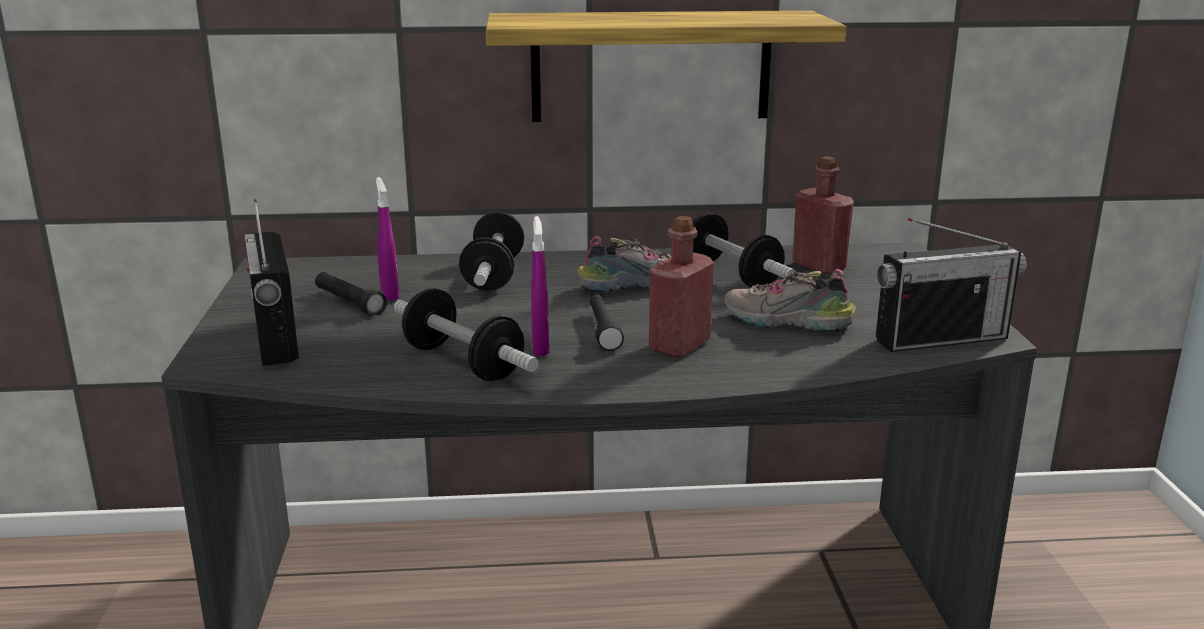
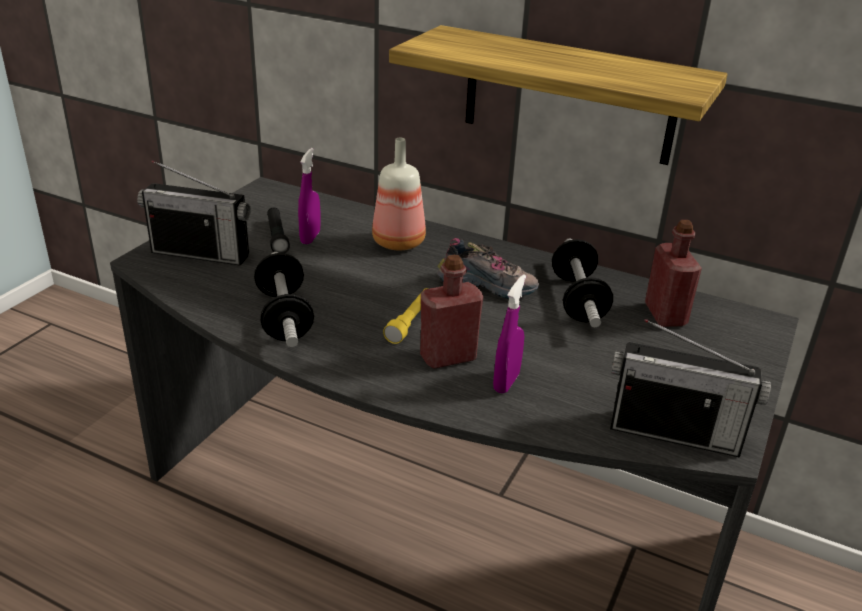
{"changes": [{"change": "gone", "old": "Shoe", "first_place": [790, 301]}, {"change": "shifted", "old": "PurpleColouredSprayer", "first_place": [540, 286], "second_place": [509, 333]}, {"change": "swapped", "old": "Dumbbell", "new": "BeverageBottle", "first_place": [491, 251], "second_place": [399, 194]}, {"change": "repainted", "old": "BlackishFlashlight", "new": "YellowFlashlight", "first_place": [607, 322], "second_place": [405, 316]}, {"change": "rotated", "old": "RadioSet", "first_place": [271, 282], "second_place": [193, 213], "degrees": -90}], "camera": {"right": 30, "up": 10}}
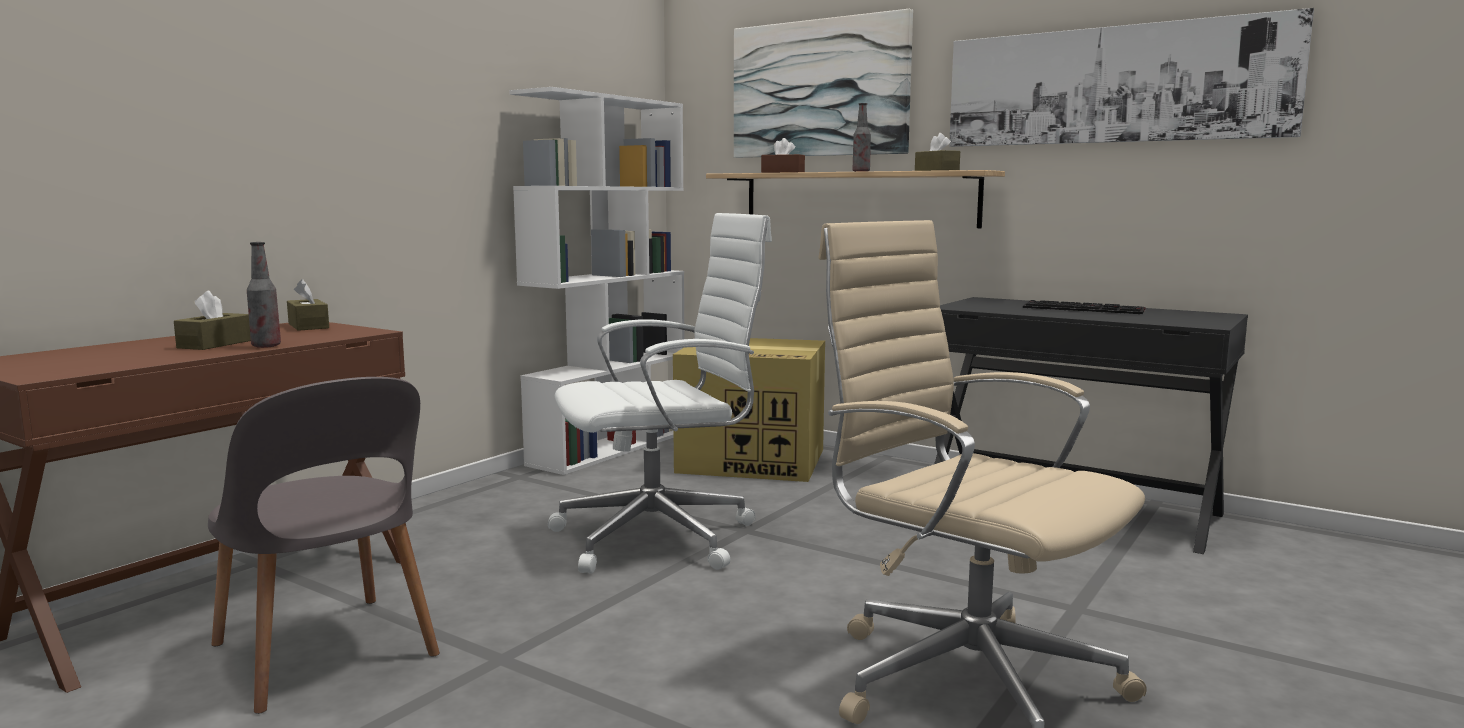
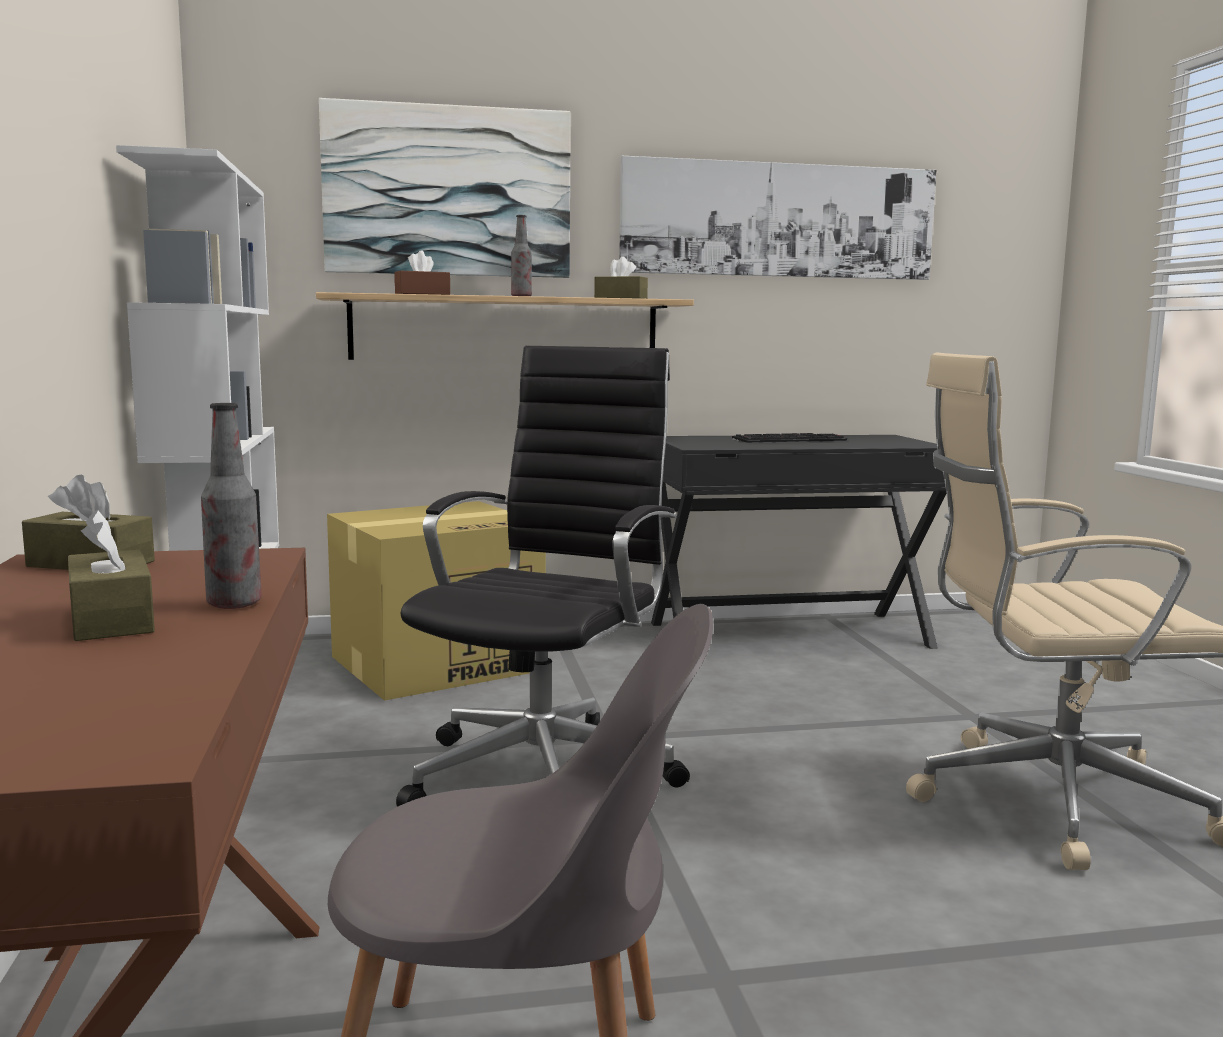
{"changes": [{"change": "repainted", "old": "WhiteComputerChair", "new": "BlackishComputerChair", "first_place": [660, 393], "second_place": [543, 576]}], "camera": {"right": -45, "up": 0}}
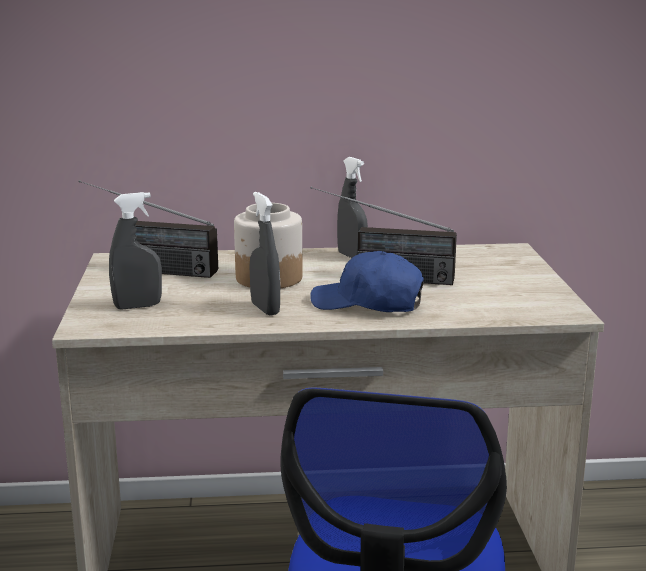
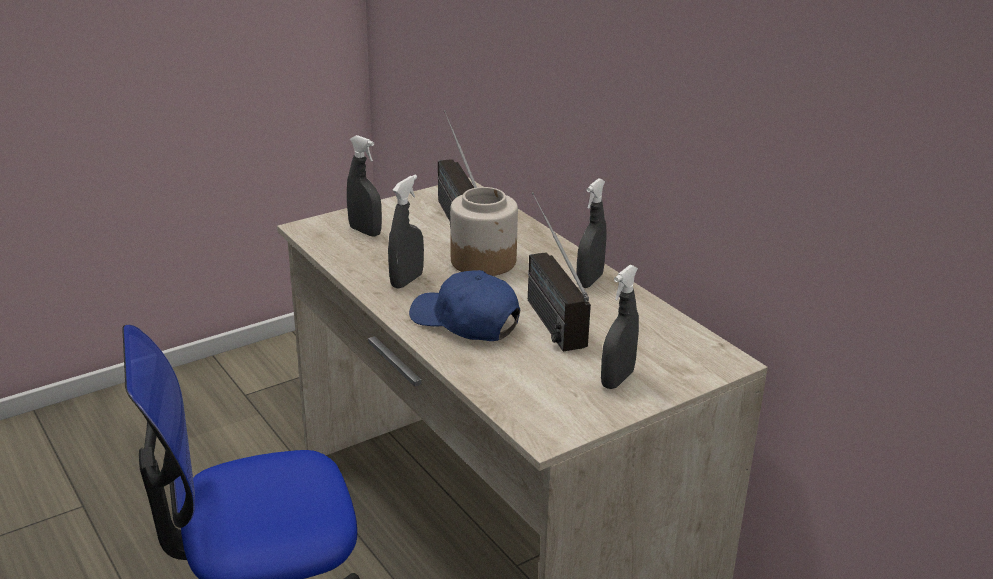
{"changes": [{"change": "new", "new": "GraySprayer", "second_place": [620, 327]}, {"change": "rotated", "old": "BlueColouredCap", "first_place": [367, 281], "second_place": [464, 305], "degrees": -45}], "camera": {"right": 60, "up": 10}}
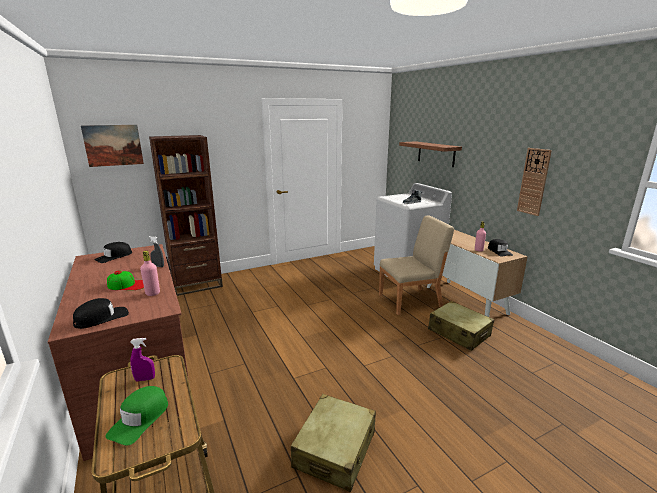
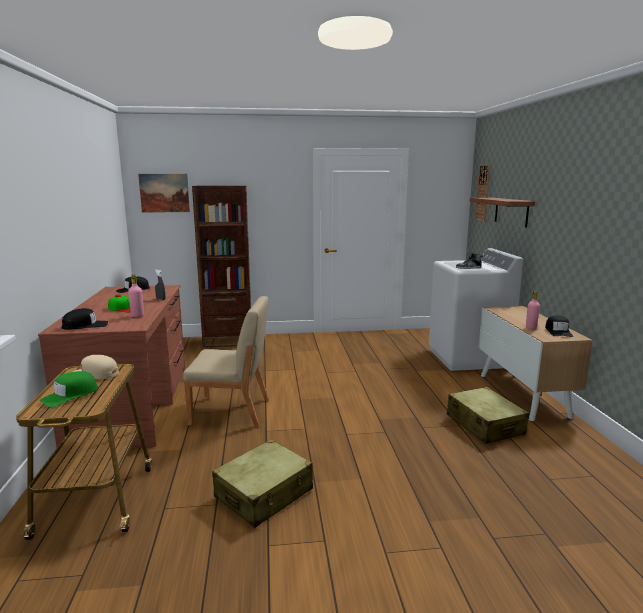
{"changes": [{"change": "shifted", "old": "BeigeUprightChair", "first_place": [416, 265], "second_place": [226, 361]}, {"change": "shifted", "old": "HangingClock", "first_place": [534, 182], "second_place": [482, 193]}, {"change": "swapped", "old": "PurpleColouredSprayer", "new": "BeigeCap", "first_place": [142, 359], "second_place": [96, 367]}], "camera": {"right": 20, "up": -5}}
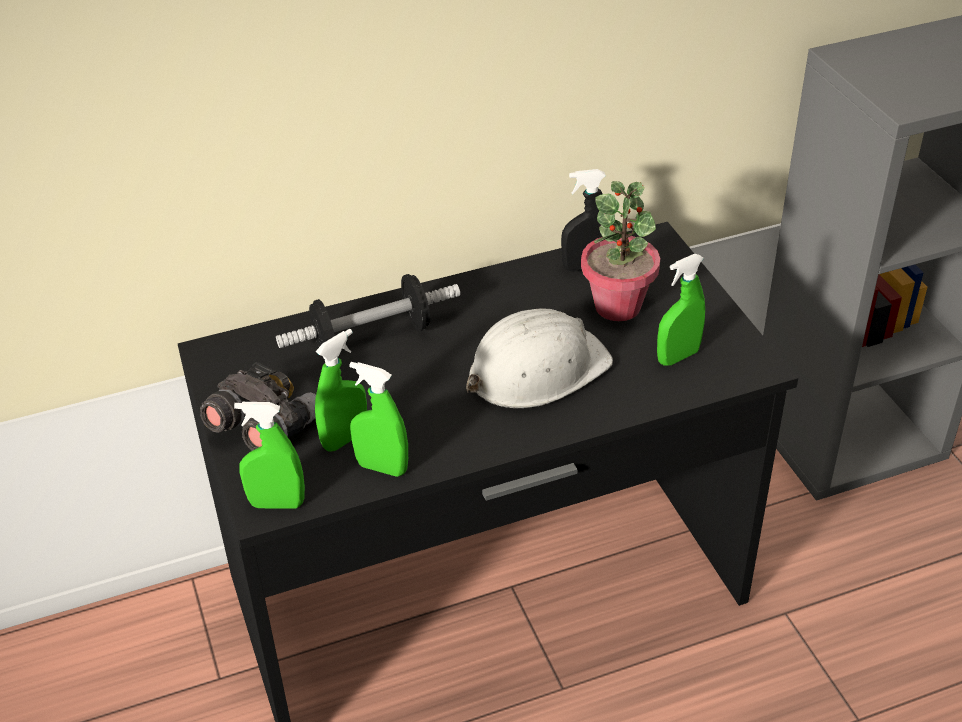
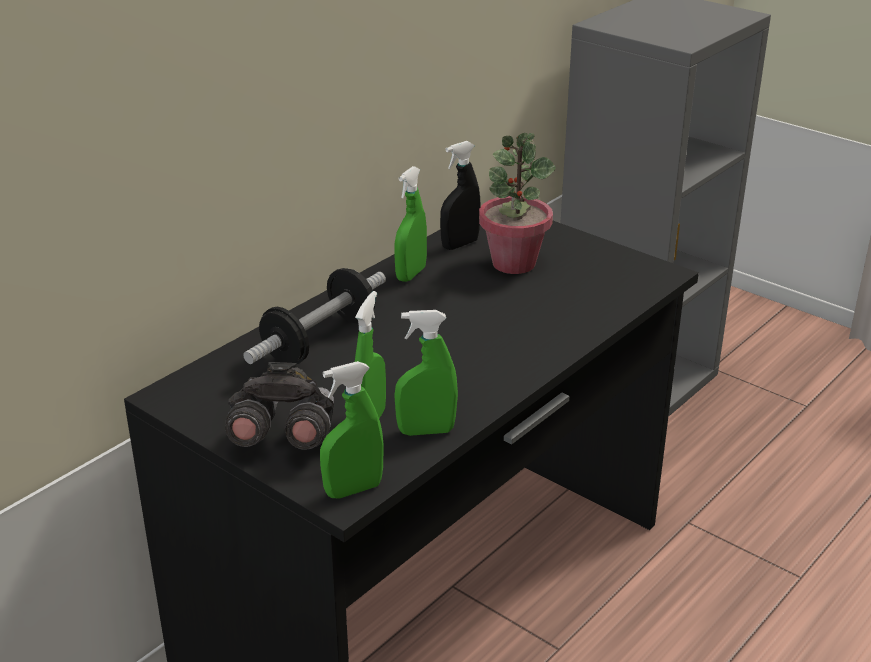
{"changes": [{"change": "gone", "old": "WhiteSafetyHelmet", "first_place": [539, 358]}, {"change": "shifted", "old": "GreenSprayer", "first_place": [681, 310], "second_place": [410, 224]}], "camera": {"right": -30, "up": -10}}
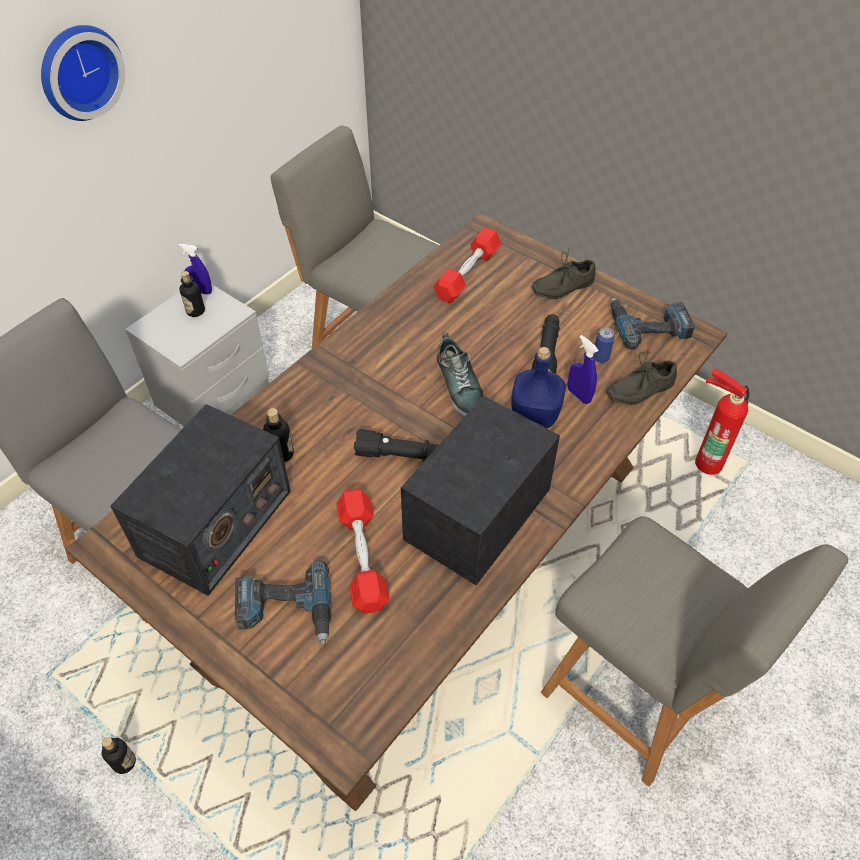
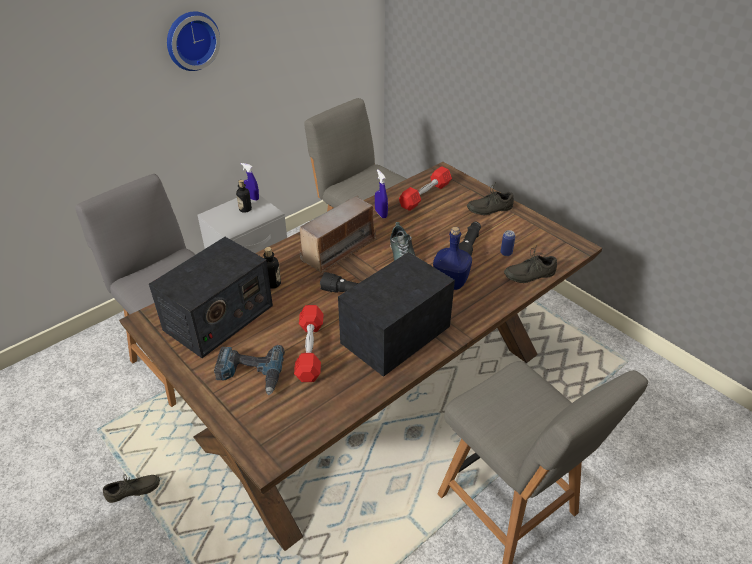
{"changes": [{"change": "gone", "old": "ElectricDrill", "first_place": [652, 324]}, {"change": "gone", "old": "FireFightingCylinder", "first_place": [722, 421]}, {"change": "new", "new": "RadioSet", "second_place": [337, 235]}, {"change": "shifted", "old": "BlueColouredSprayer", "first_place": [583, 369], "second_place": [381, 193]}, {"change": "swapped", "old": "BeverageBottle", "new": "GrayShoe", "first_place": [119, 755], "second_place": [131, 488]}], "camera": {"right": 10, "up": -10}}
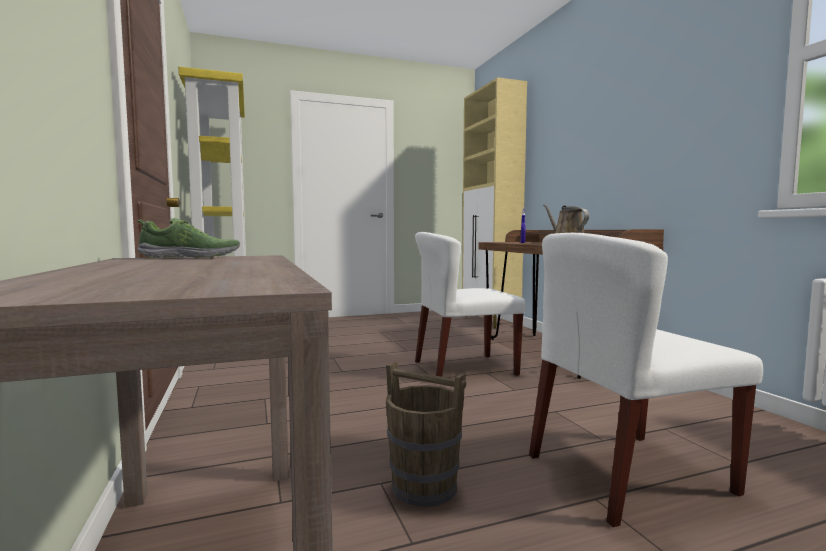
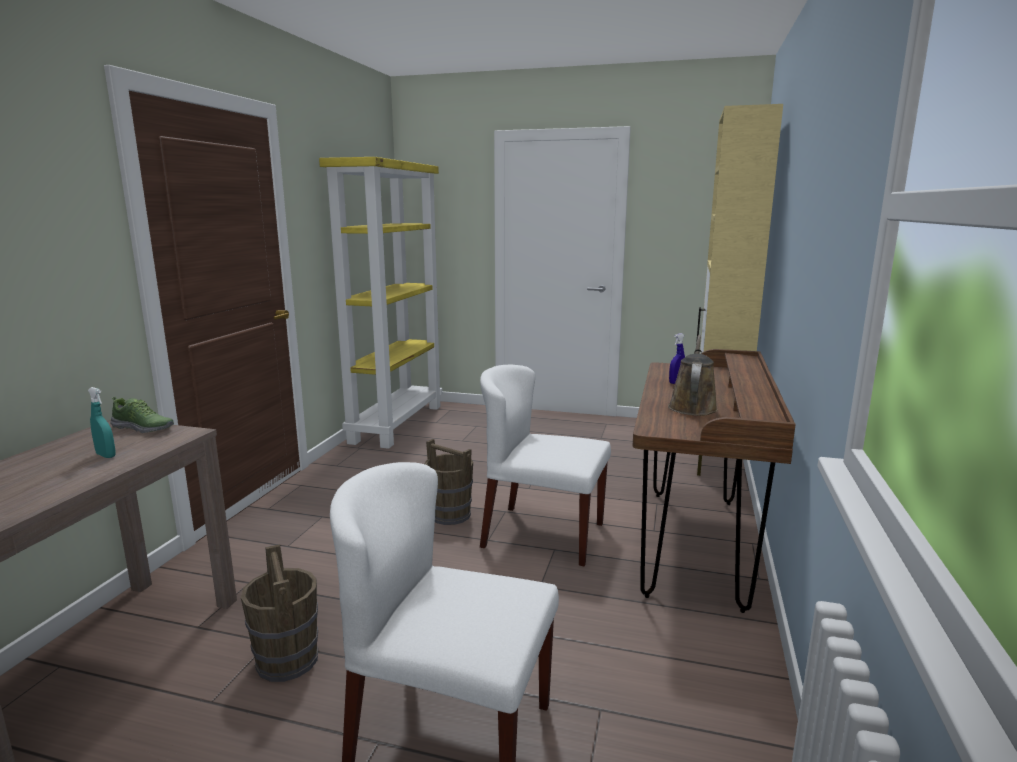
{"changes": [{"change": "new", "new": "TurquoiseSprayer", "second_place": [102, 422]}, {"change": "new", "new": "BrownWaterBucket", "second_place": [448, 482]}], "camera": {"right": 35, "up": 10}}
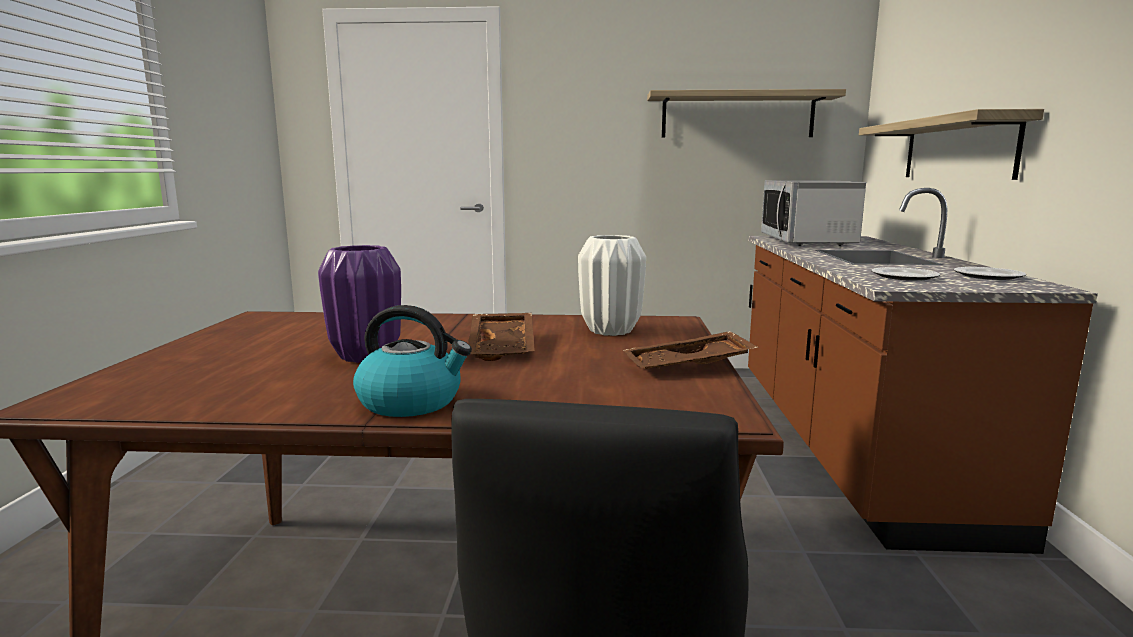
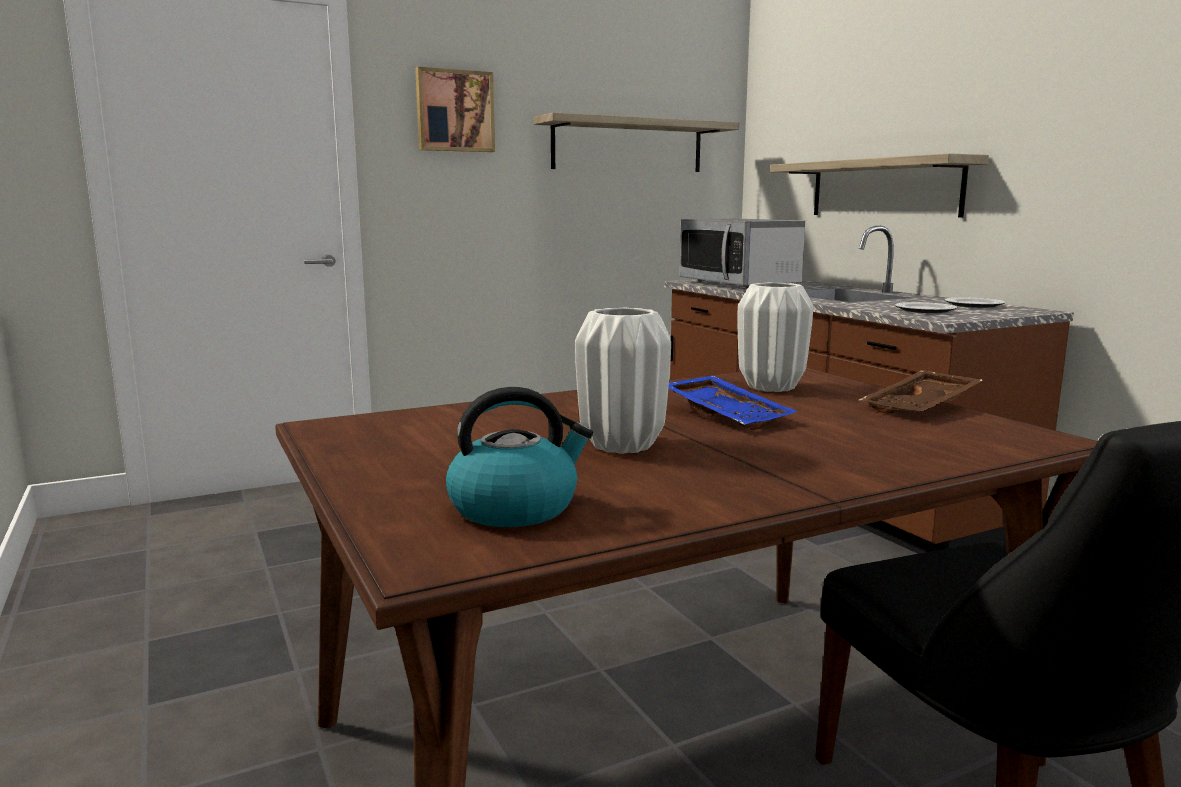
{"changes": [{"change": "new", "new": "Picture", "second_place": [455, 109]}, {"change": "shifted", "old": "Kettle", "first_place": [412, 361], "second_place": [519, 457]}, {"change": "repainted", "old": "PurpleColouredVase", "new": "WhiteVase", "first_place": [359, 304], "second_place": [623, 381]}, {"change": "repainted", "old": "BrownTray", "new": "BlueColouredTray", "first_place": [501, 337], "second_place": [733, 403]}], "camera": {"right": -30, "up": 0}}
